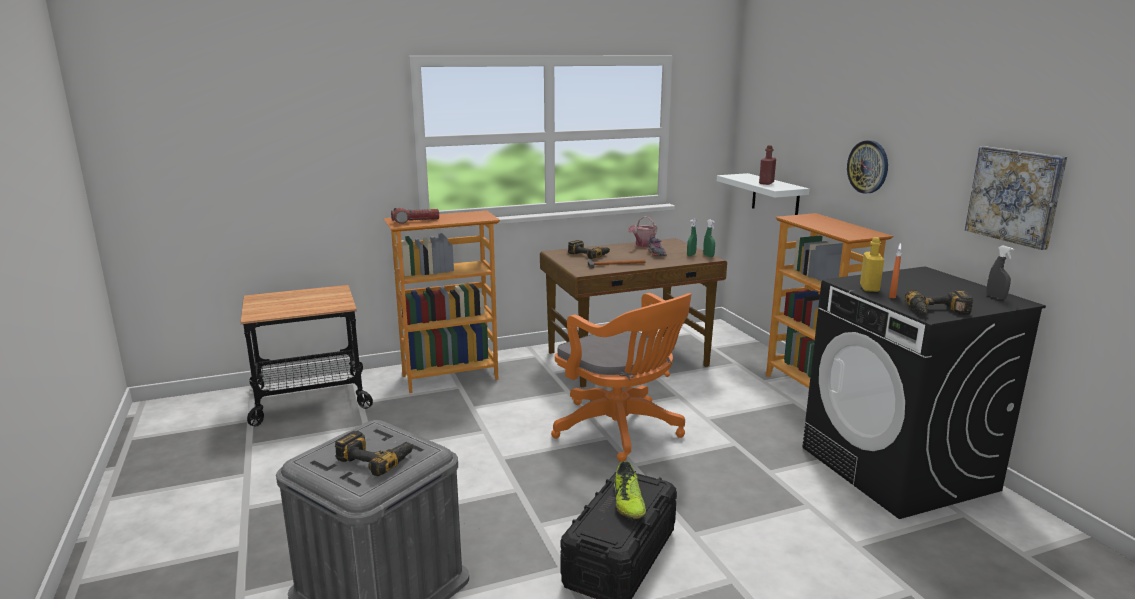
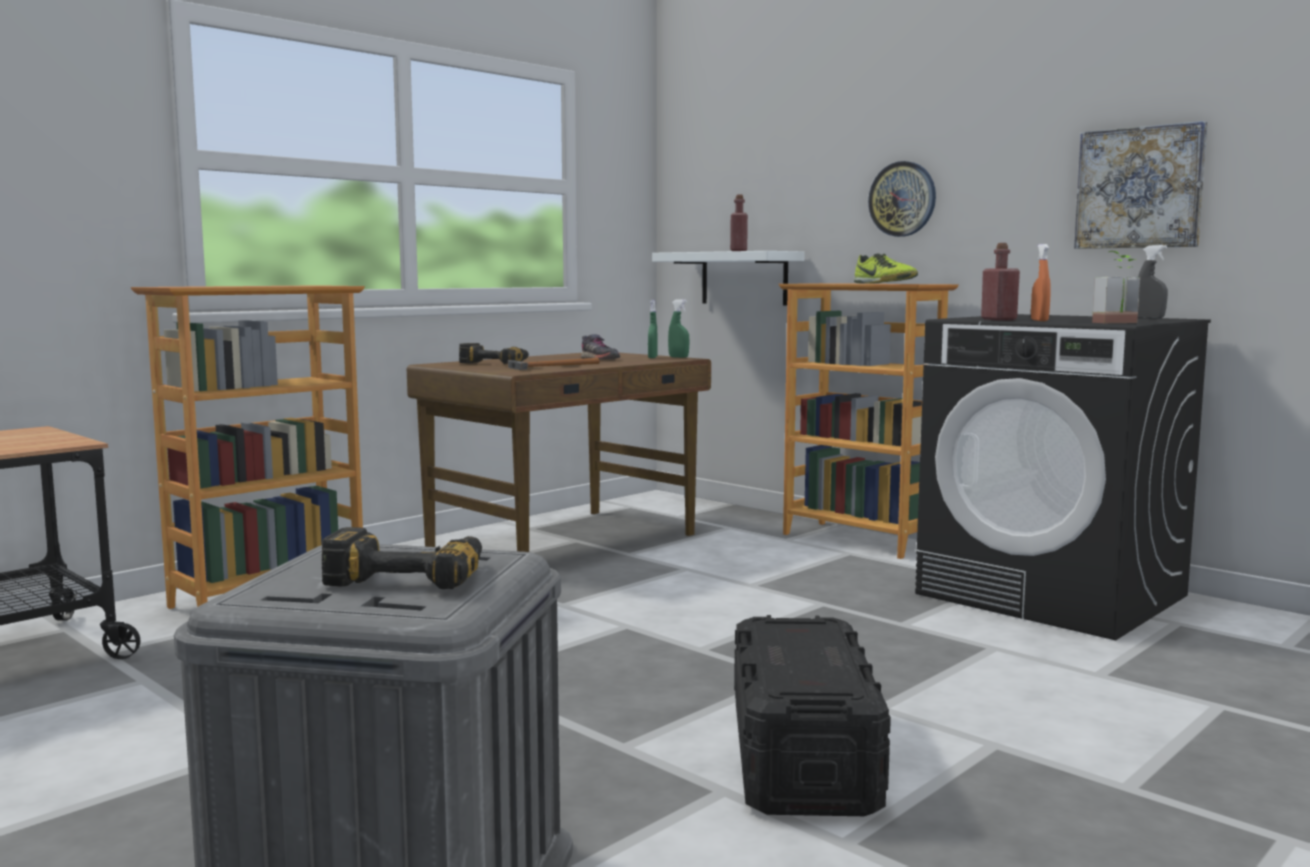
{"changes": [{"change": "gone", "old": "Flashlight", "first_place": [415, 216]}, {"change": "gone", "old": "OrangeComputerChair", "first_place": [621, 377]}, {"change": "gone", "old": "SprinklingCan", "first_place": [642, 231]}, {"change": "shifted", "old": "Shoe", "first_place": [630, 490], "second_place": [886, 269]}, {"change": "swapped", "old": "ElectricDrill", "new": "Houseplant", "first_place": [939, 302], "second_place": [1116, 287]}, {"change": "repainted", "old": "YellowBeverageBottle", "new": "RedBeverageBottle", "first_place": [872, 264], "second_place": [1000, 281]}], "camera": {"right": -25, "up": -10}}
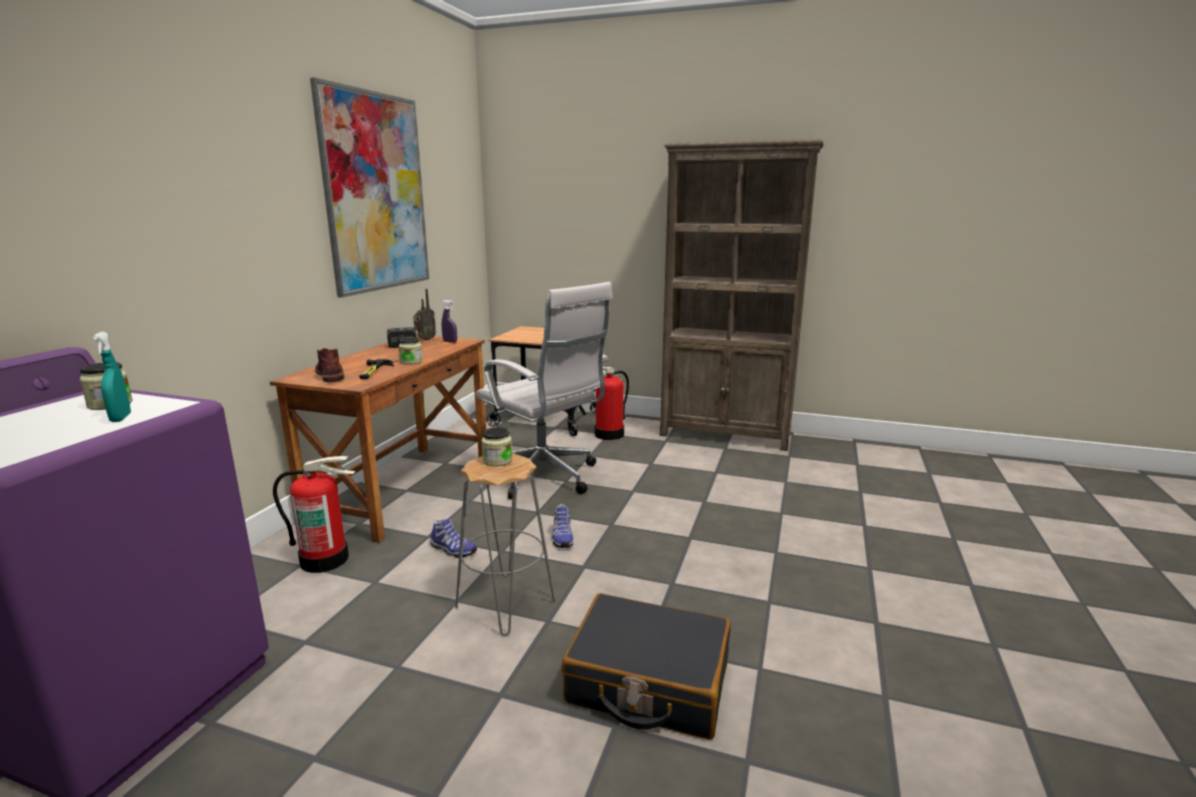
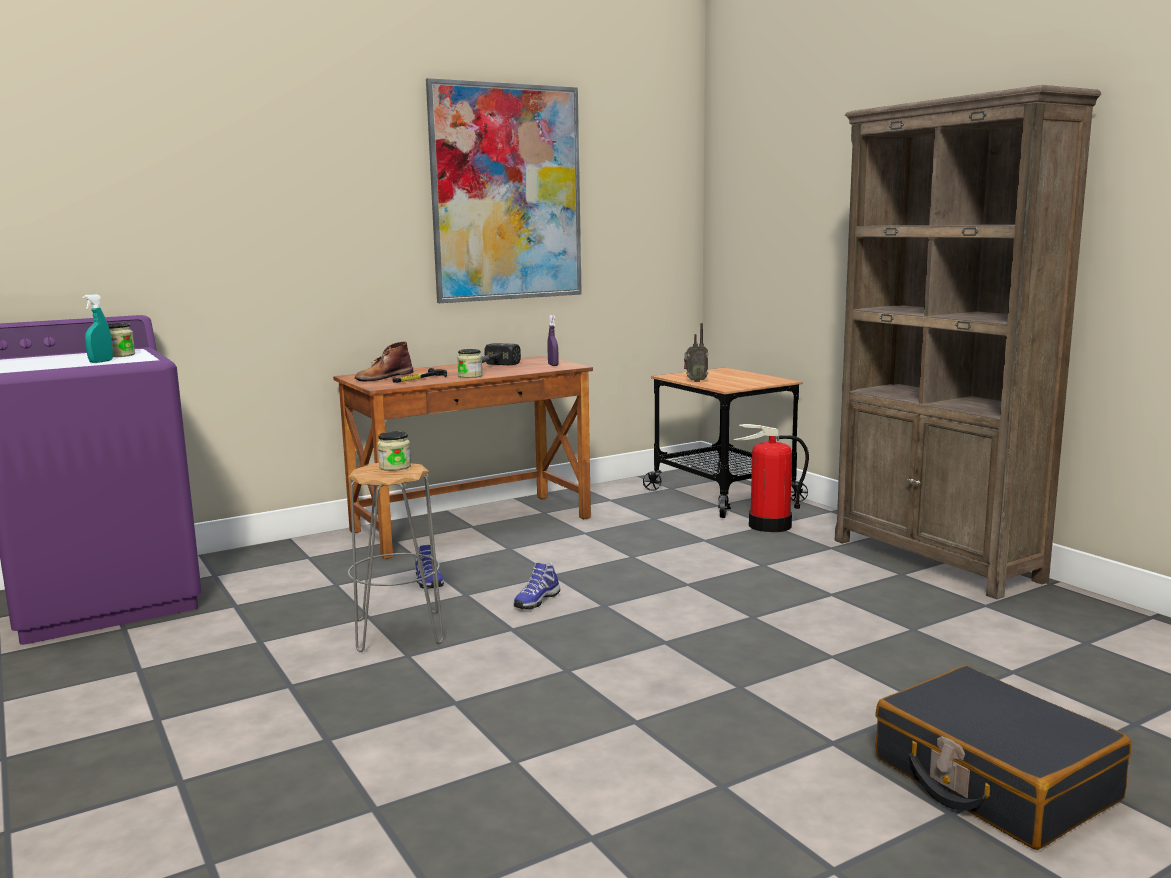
{"changes": [{"change": "gone", "old": "FireFightingCylinder", "first_place": [314, 514]}, {"change": "gone", "old": "WhiteComputerChair", "first_place": [544, 390]}, {"change": "shifted", "old": "RadioSet", "first_place": [424, 315], "second_place": [696, 352]}, {"change": "shifted", "old": "BlackishSuitcase", "first_place": [646, 666], "second_place": [1003, 757]}, {"change": "rotated", "old": "BrownTallBoot", "first_place": [329, 365], "second_place": [384, 361], "degrees": -150}], "camera": {"right": 40, "up": -5}}
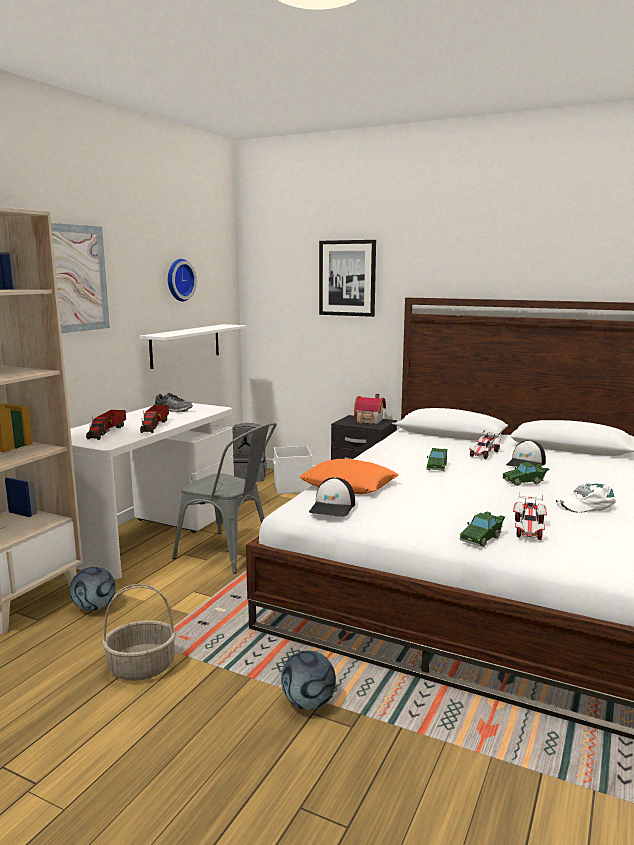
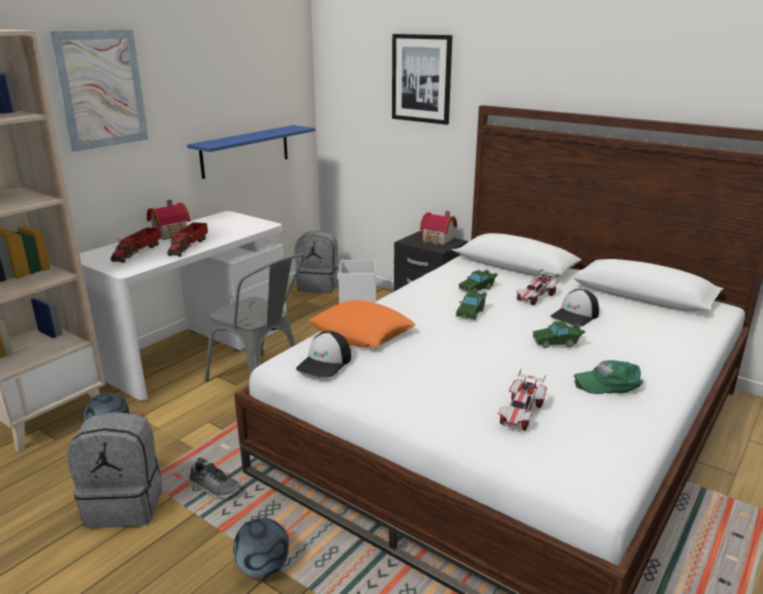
{"changes": [{"change": "gone", "old": "HangingClock", "first_place": [182, 280]}, {"change": "new", "new": "MiniatureHouse", "second_place": [169, 220]}, {"change": "shifted", "old": "Shoe", "first_place": [173, 402], "second_place": [215, 480]}, {"change": "shifted", "old": "GreenModelCar", "first_place": [482, 529], "second_place": [478, 281]}, {"change": "swapped", "old": "StorageBasket", "new": "GrayBackpack", "first_place": [139, 632], "second_place": [114, 470]}, {"change": "repainted", "old": "WhiteShelf", "new": "BlueColouredShelf", "first_place": [193, 346], "second_place": [251, 152]}, {"change": "repainted", "old": "WhiteCap", "new": "GreenCap", "first_place": [586, 498], "second_place": [608, 377]}], "camera": {"right": 10, "up": 10}}
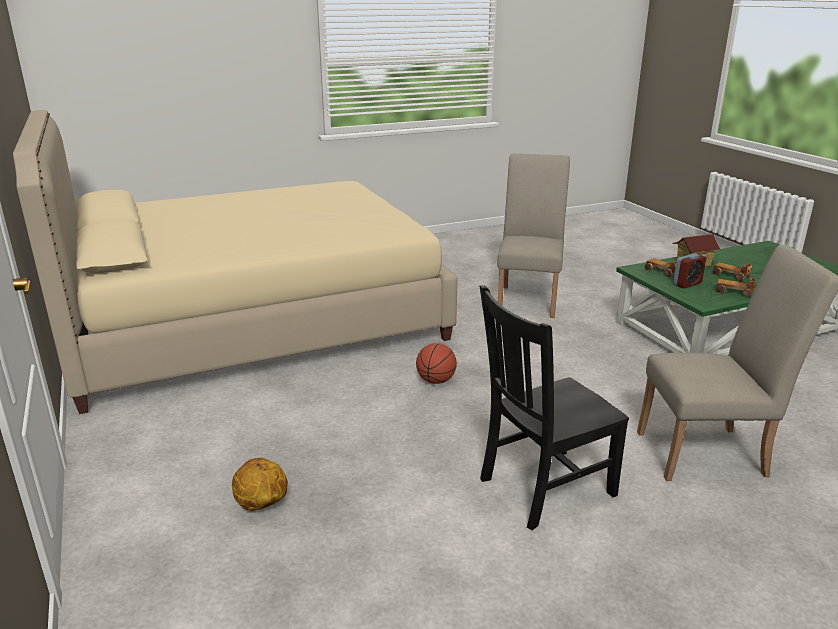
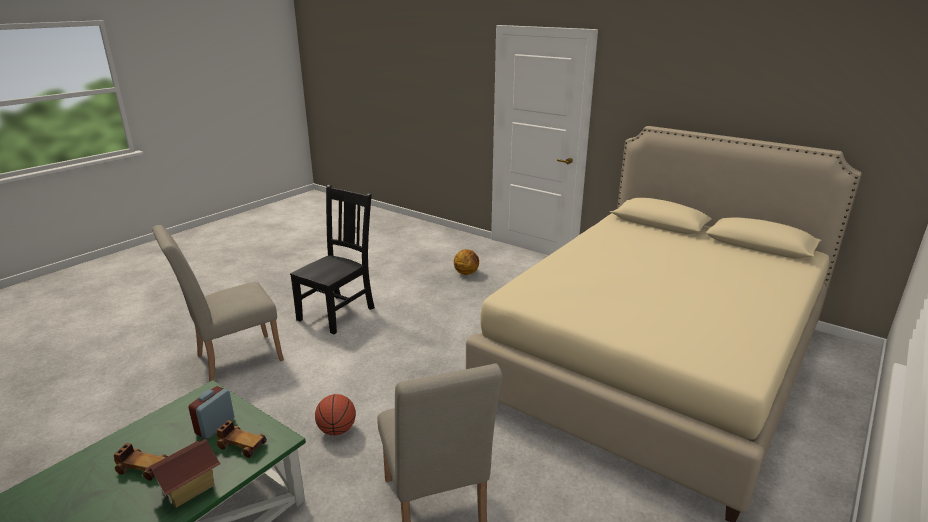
{"changes": [{"change": "gone", "old": "ModelCar", "first_place": [737, 287]}, {"change": "shifted", "old": "BallForBasketball", "first_place": [436, 363], "second_place": [335, 415]}], "camera": {"right": 150, "up": 0}}
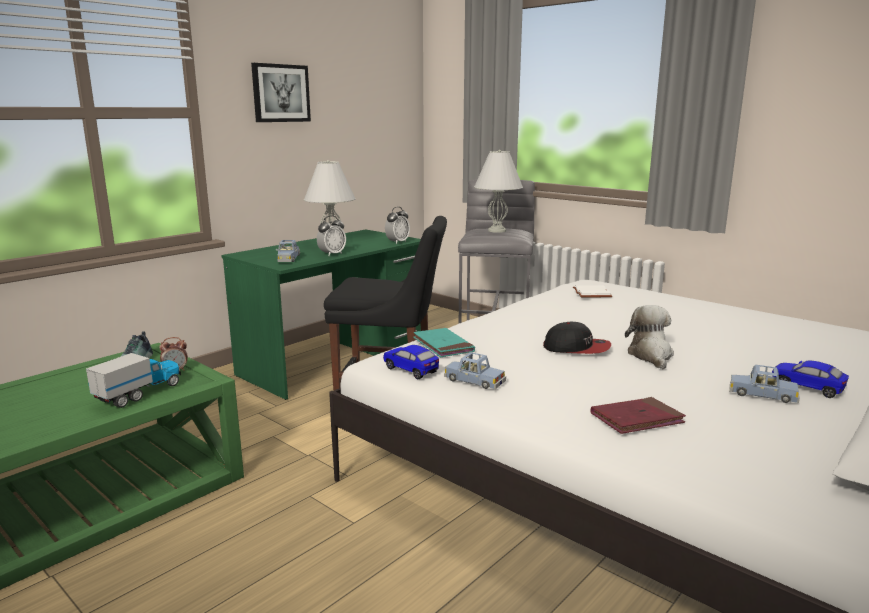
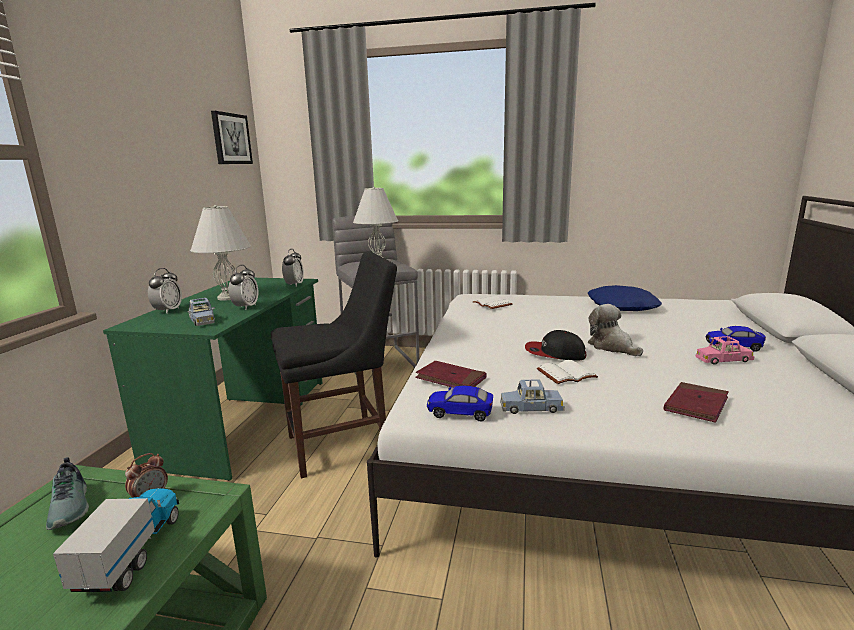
{"changes": [{"change": "new", "new": "TableClock", "second_place": [165, 291]}, {"change": "new", "new": "WhiteBoundBook", "second_place": [567, 372]}, {"change": "new", "new": "BlueColouredPillow", "second_place": [625, 298]}, {"change": "shifted", "old": "Picture", "first_place": [281, 92], "second_place": [232, 137]}, {"change": "repainted", "old": "TurquoiseBoundBook", "new": "RedBoundBook", "first_place": [444, 342], "second_place": [451, 374]}, {"change": "repainted", "old": "BlueColouredModelCar", "new": "PinkModelCar", "first_place": [764, 384], "second_place": [725, 350]}, {"change": "rotated", "old": "Cap", "first_place": [577, 338], "second_place": [555, 345], "degrees": -150}], "camera": {"right": -30, "up": 0}}
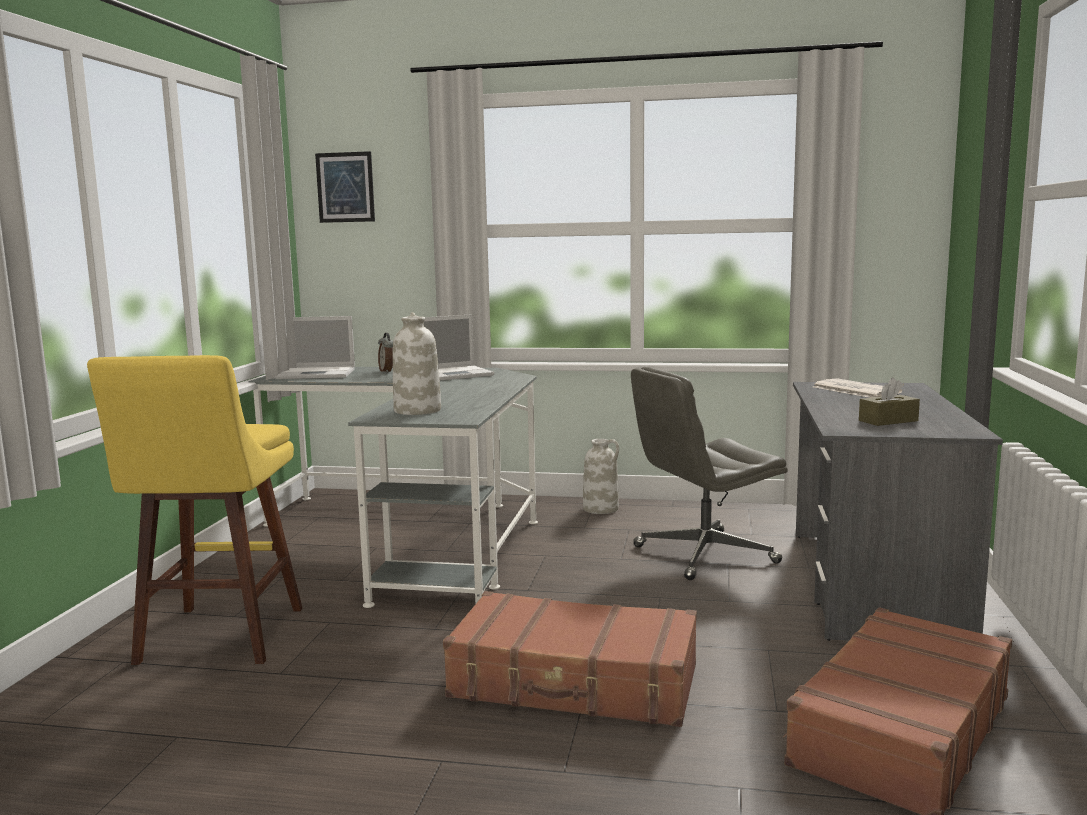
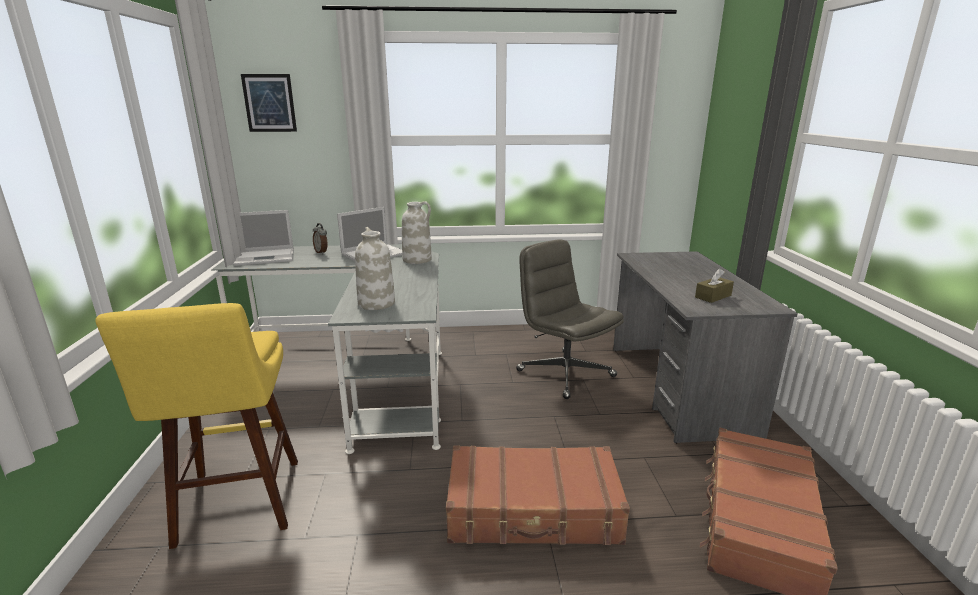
{"changes": [{"change": "gone", "old": "Newspaper", "first_place": [857, 388]}, {"change": "shifted", "old": "WhiteVase", "first_place": [601, 476], "second_place": [417, 232]}, {"change": "rotated", "old": "GrayComputerChair", "first_place": [709, 473], "second_place": [570, 319], "degrees": 90}], "camera": {"right": -15, "up": 10}}
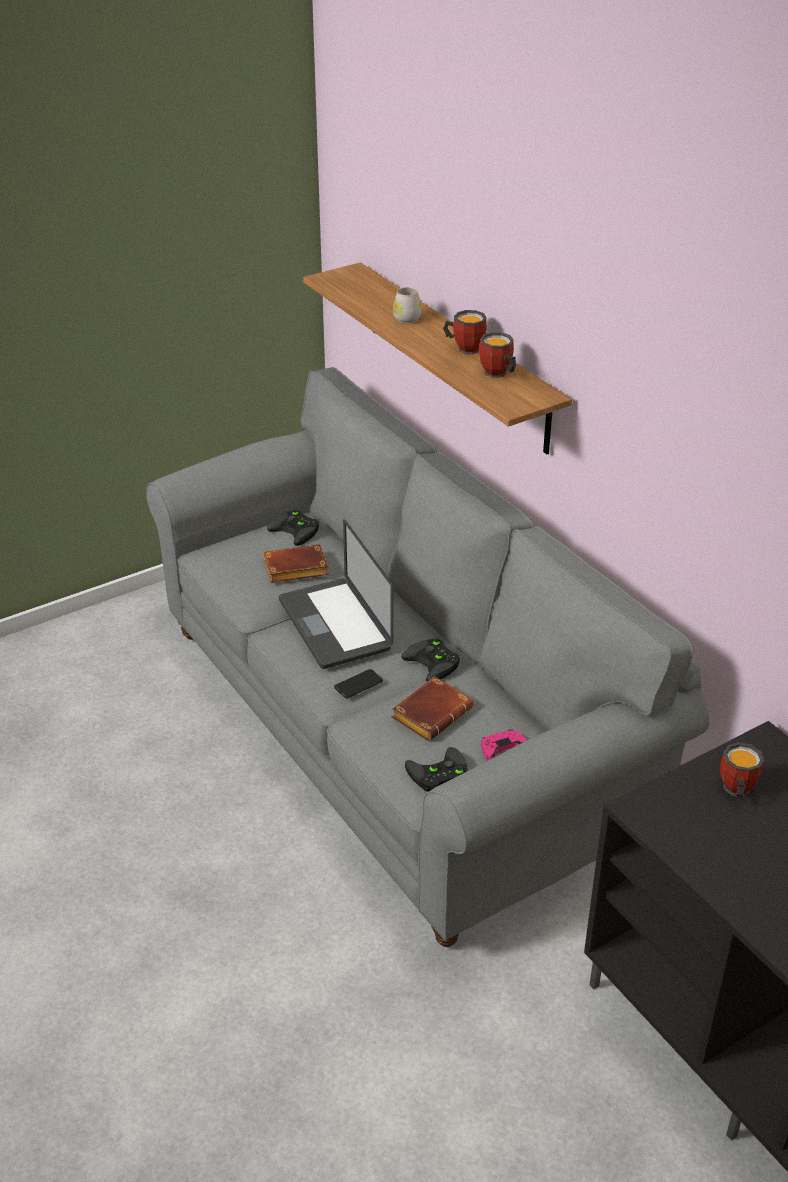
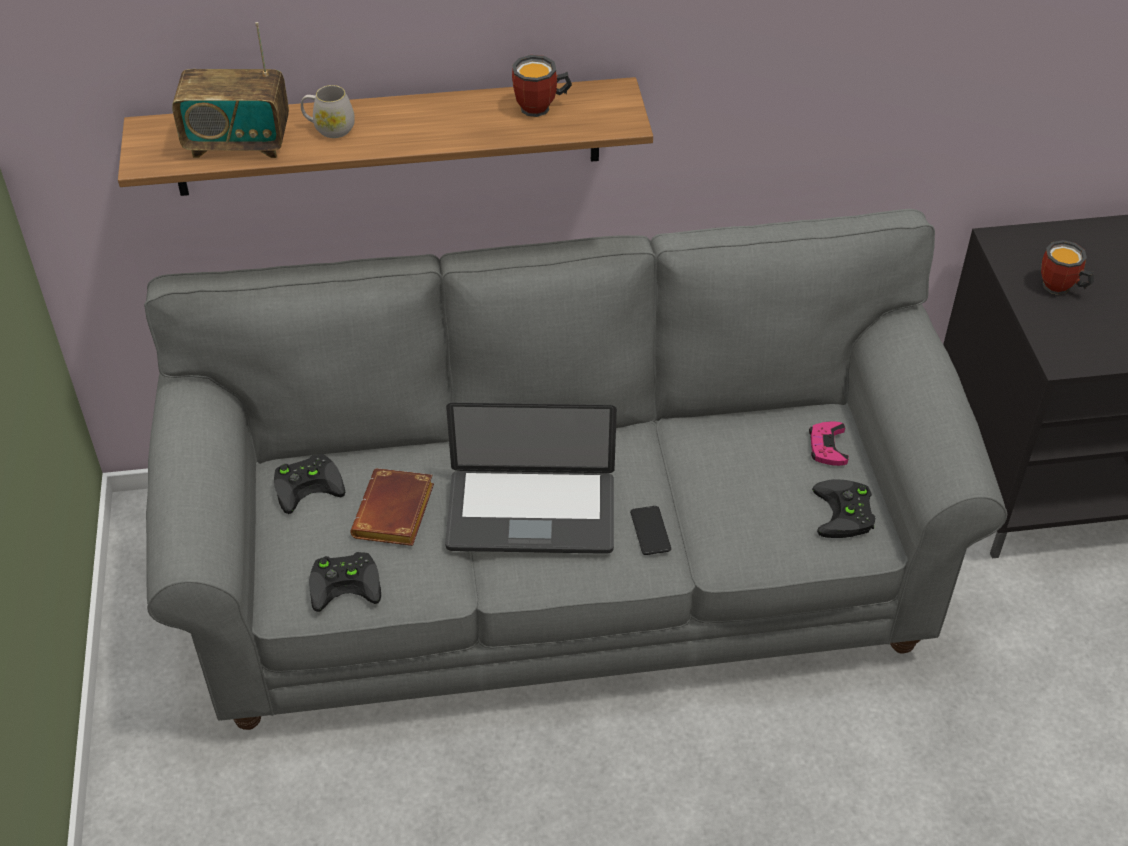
{"changes": [{"change": "gone", "old": "BrownBoundBook", "first_place": [432, 708]}, {"change": "gone", "old": "Mug", "first_place": [465, 332]}, {"change": "new", "new": "RadioSet", "second_place": [230, 90]}, {"change": "shifted", "old": "BlackishGameController", "first_place": [431, 660], "second_place": [345, 582]}], "camera": {"right": -65, "up": 10}}
